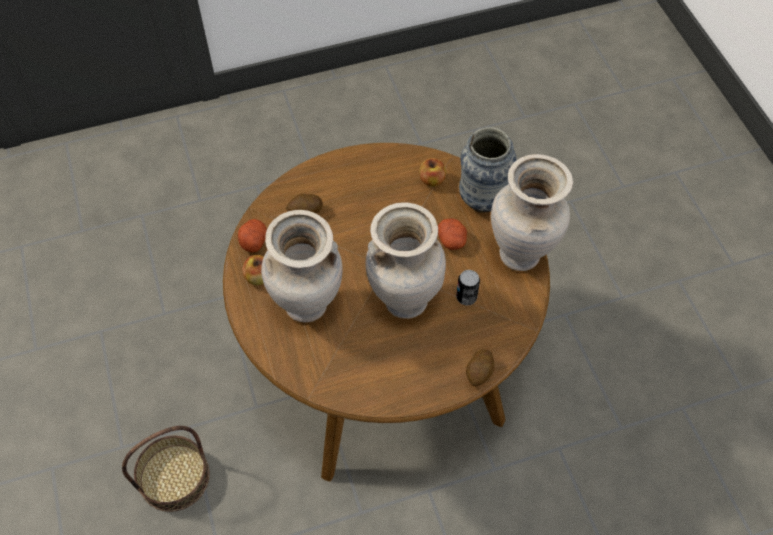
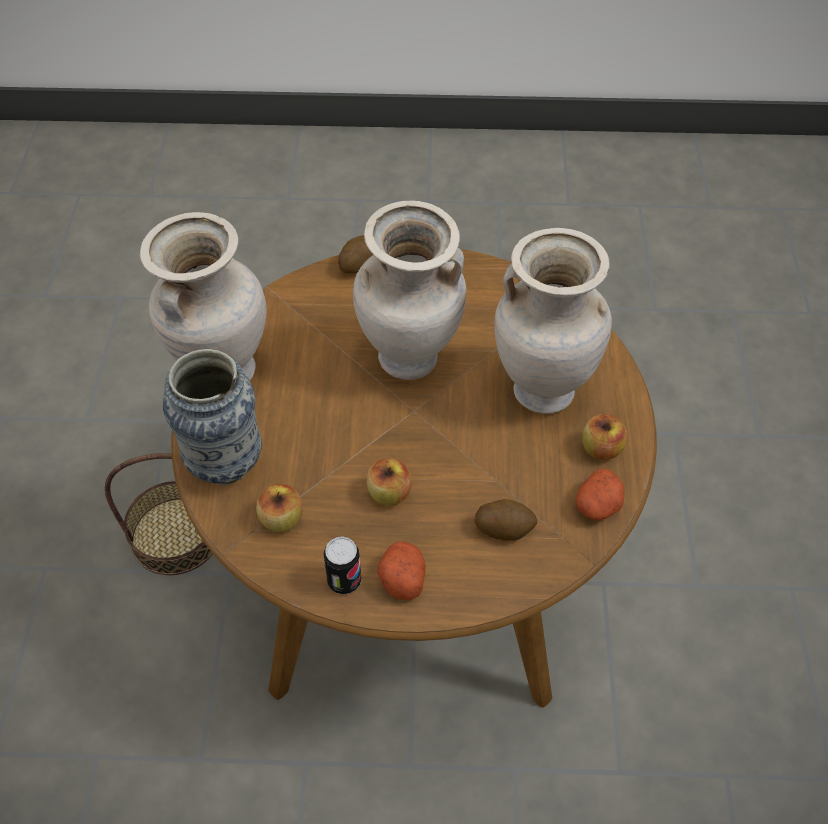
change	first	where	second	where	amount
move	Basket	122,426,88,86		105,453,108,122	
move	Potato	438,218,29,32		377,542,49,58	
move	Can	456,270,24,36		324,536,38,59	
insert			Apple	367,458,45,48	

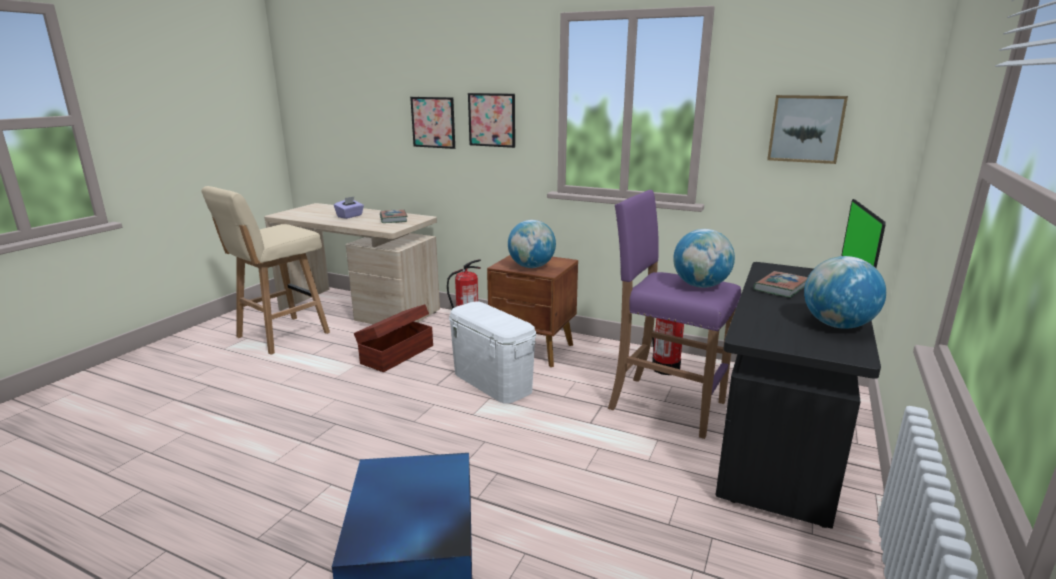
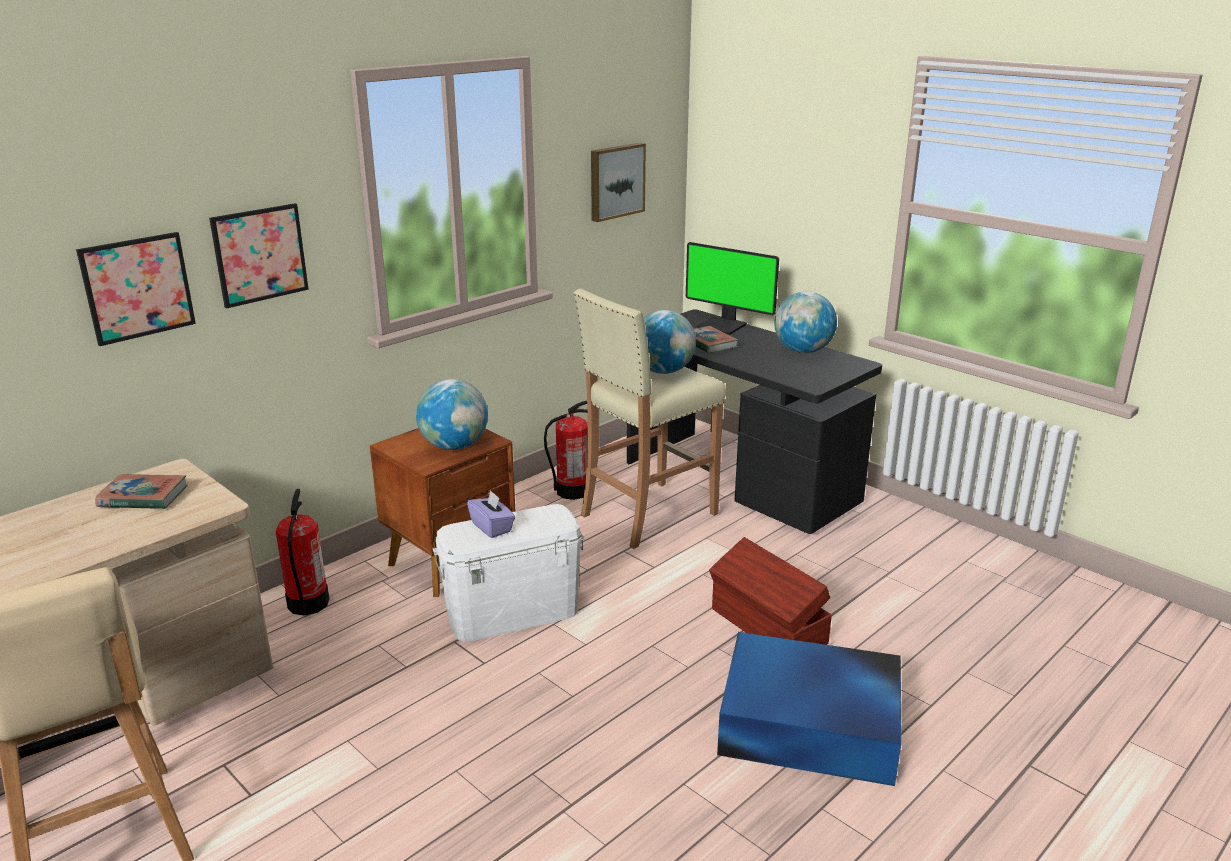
change	first	where	second	where	amount
move	PurpleTissueBox	334,196,30,23		467,490,48,48	
move	BrownStorageBox	354,304,79,68		709,537,123,108	
recolor	PurpleStool	608,190,133,249	BeigeStool	574,289,152,260	

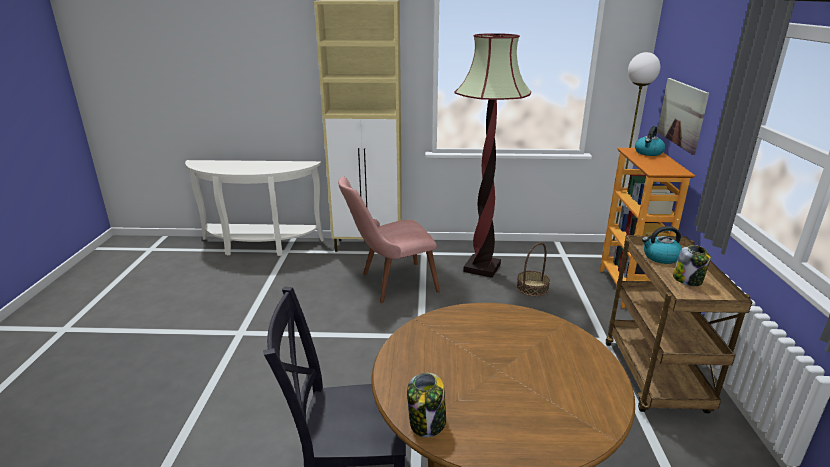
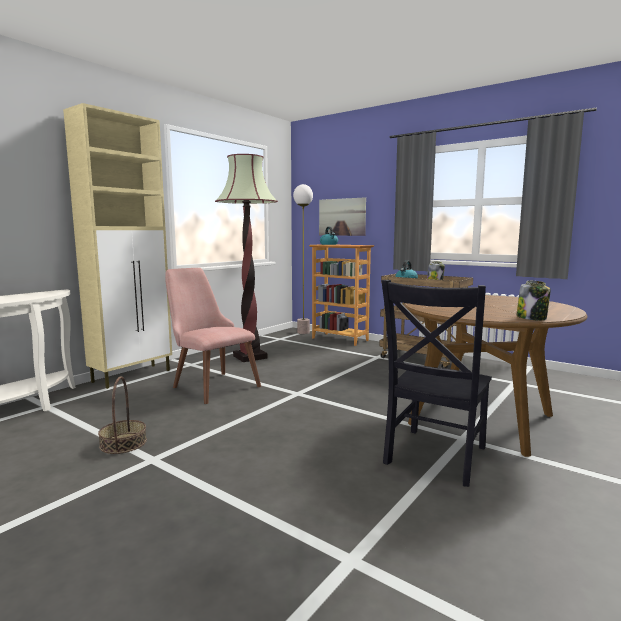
change	first	where	second	where	amount
rotate	PinkChair	338,177,102,126		165,268,96,136	120 degrees clockwise
move	Basket	517,243,33,53		98,376,49,78	

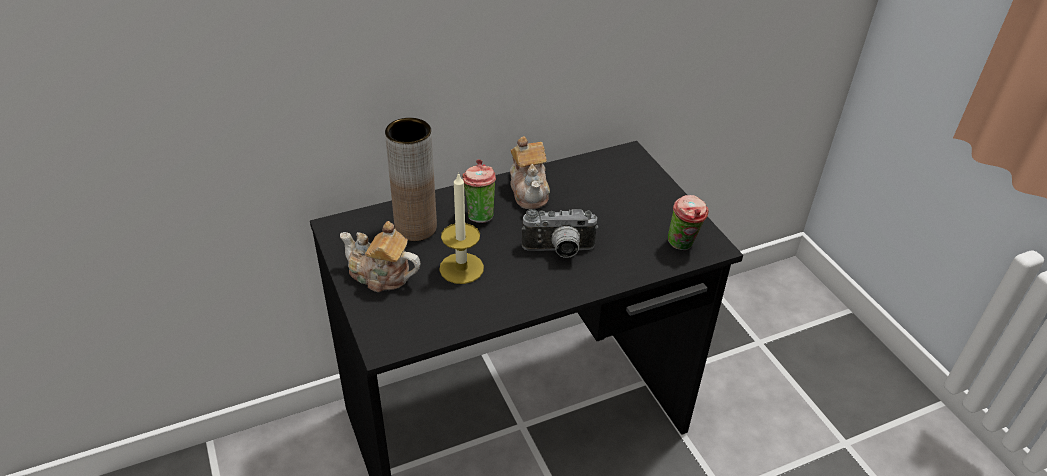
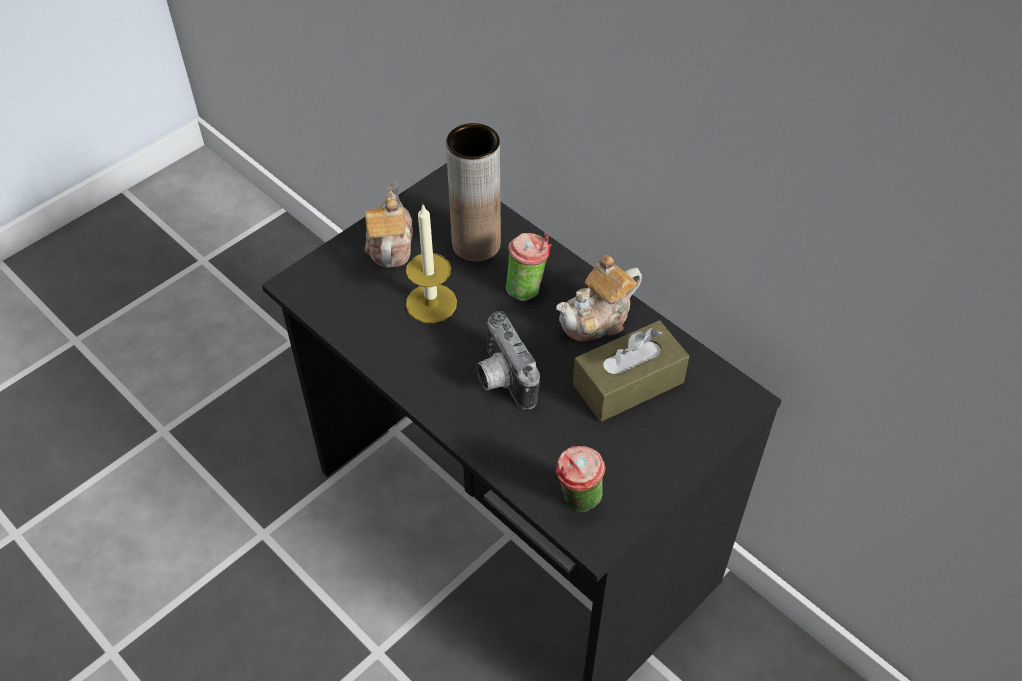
change	first	where	second	where	amount
insert			BrownTissueBox	573,320,116,102	

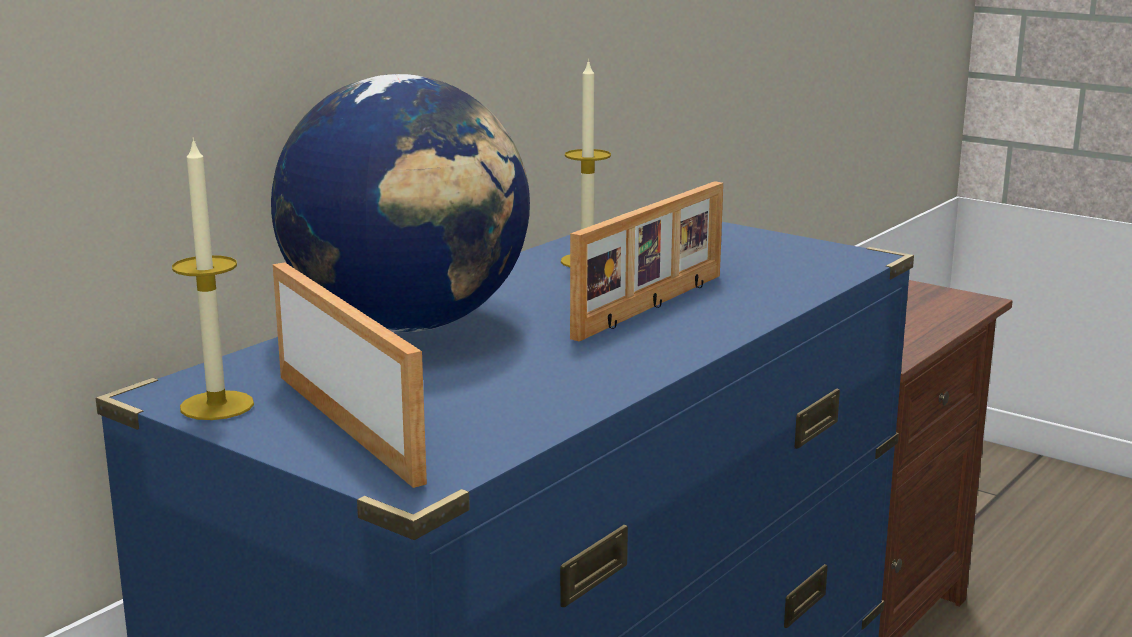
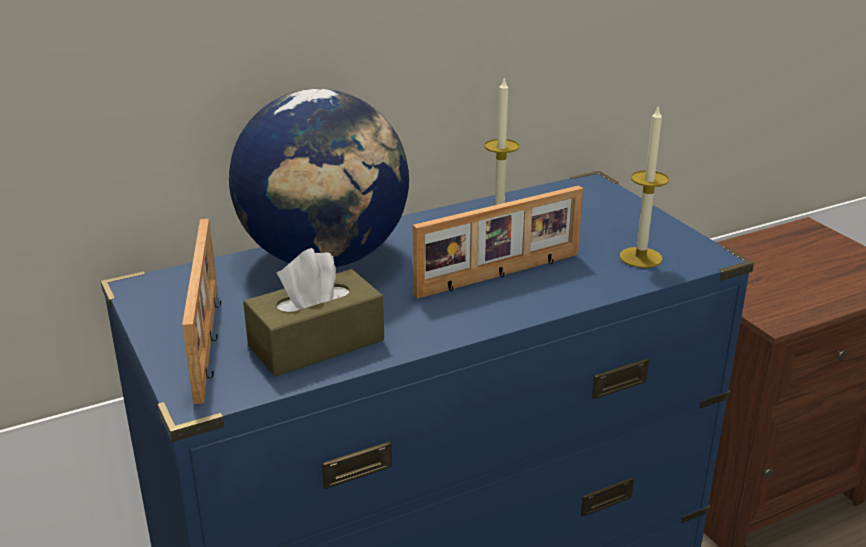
change	first	where	second	where	amount
move	Candle	172,137,82,283		620,105,49,163	
insert			BrownTissueBox	243,248,141,129	

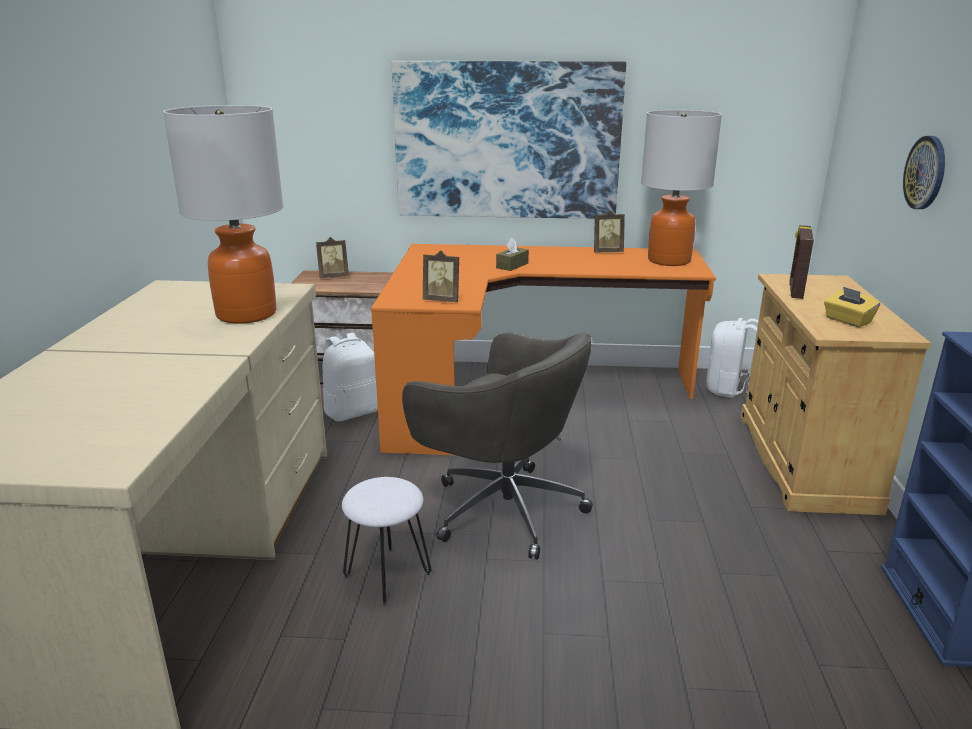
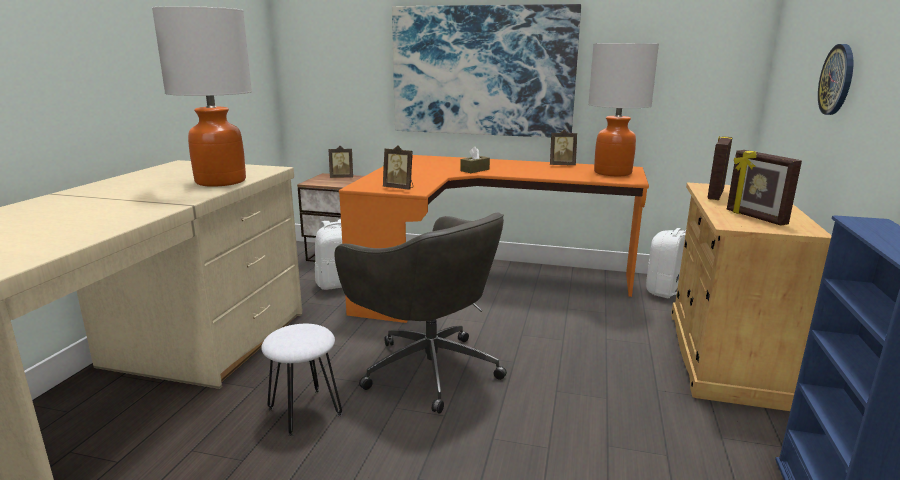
change	first	where	second	where	amount
replace	YellowTissueBox	824,286,56,41	PictureFrame	727,150,75,76	

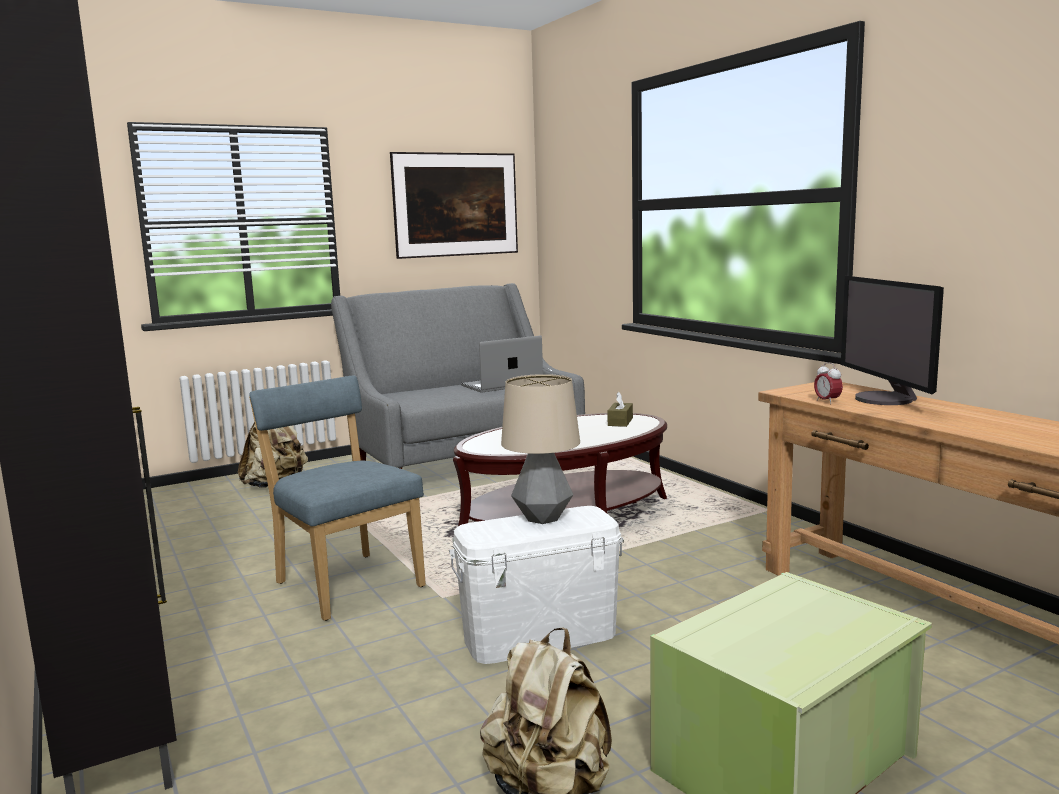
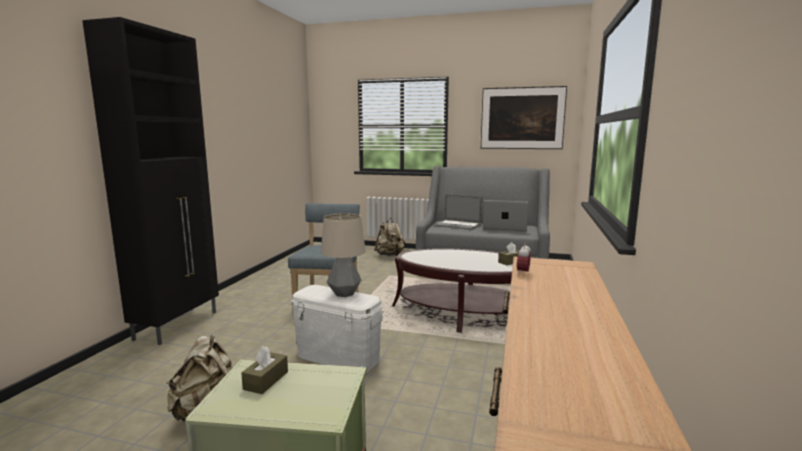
change	first	where	second	where	amount
delete	Monitor	841,276,103,129			
insert			BrownTissueBox	241,346,47,48	
insert			Laptop	434,194,49,36	

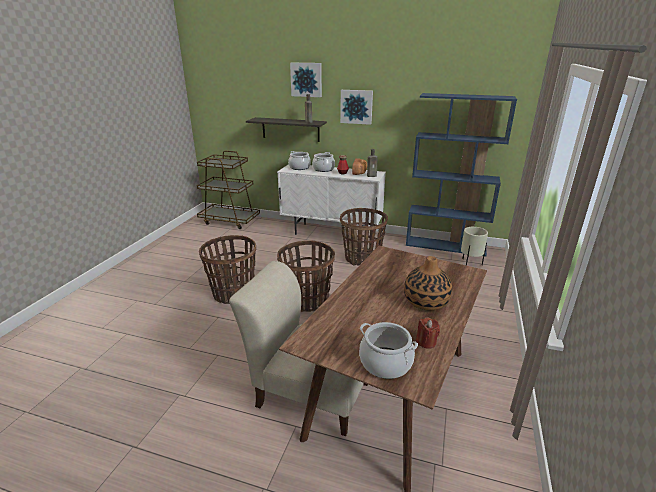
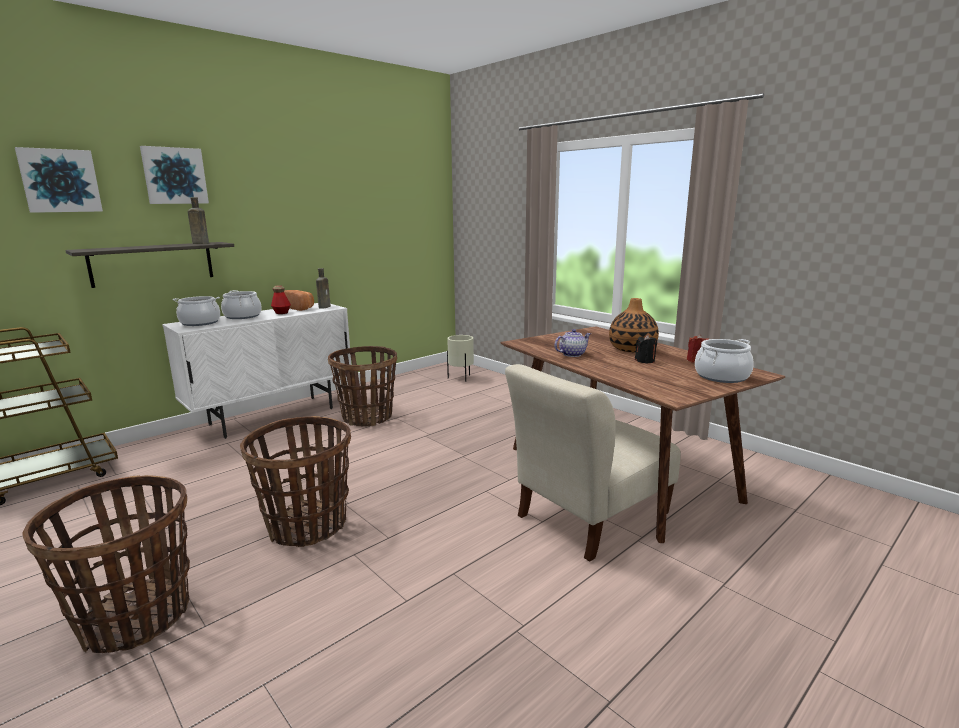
change	first	where	second	where	amount
move	Basket	277,240,58,72		22,475,168,178	
move	Picture	340,90,33,35		15,147,88,66	
delete	BlueBookcase	406,93,111,163			
insert			Teapot	554,329,37,28	
insert			BlackCandle	635,334,22,30	

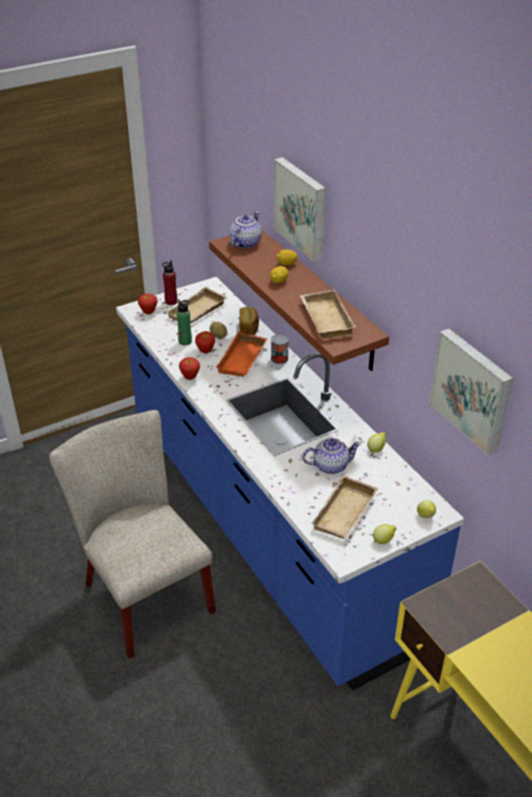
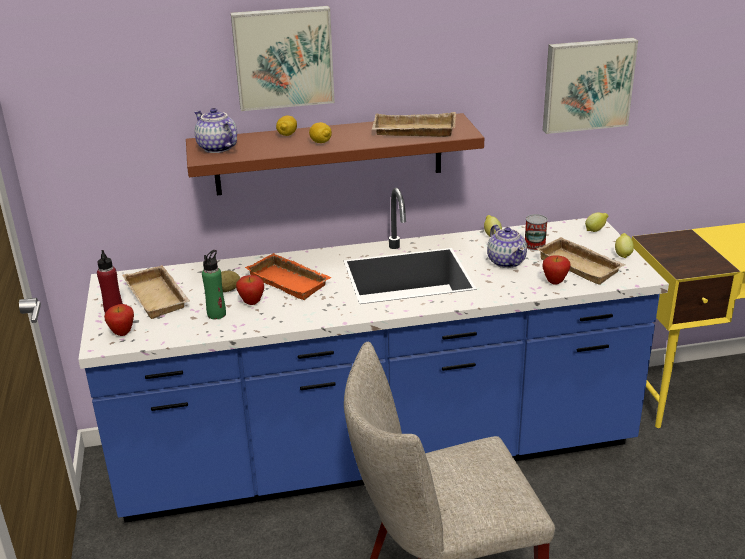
change	first	where	second	where	amount
move	Apple	179,357,21,23		542,255,29,30	
delete	Bread	240,307,19,28			
move	Can	271,334,18,30		525,214,23,37	
rotate	Teapot	302,438,59,36		487,225,40,43	150 degrees clockwise

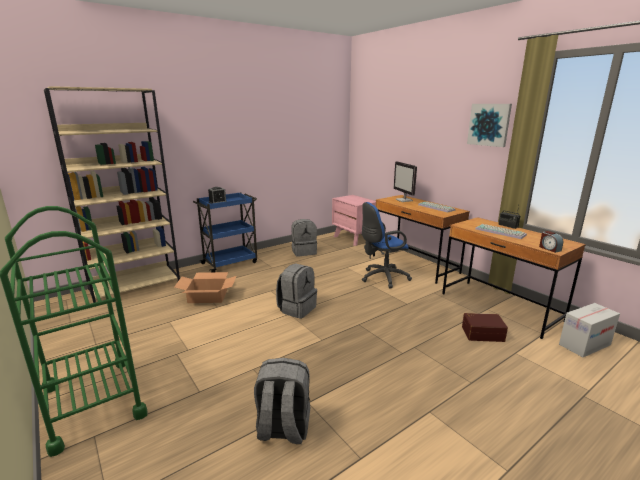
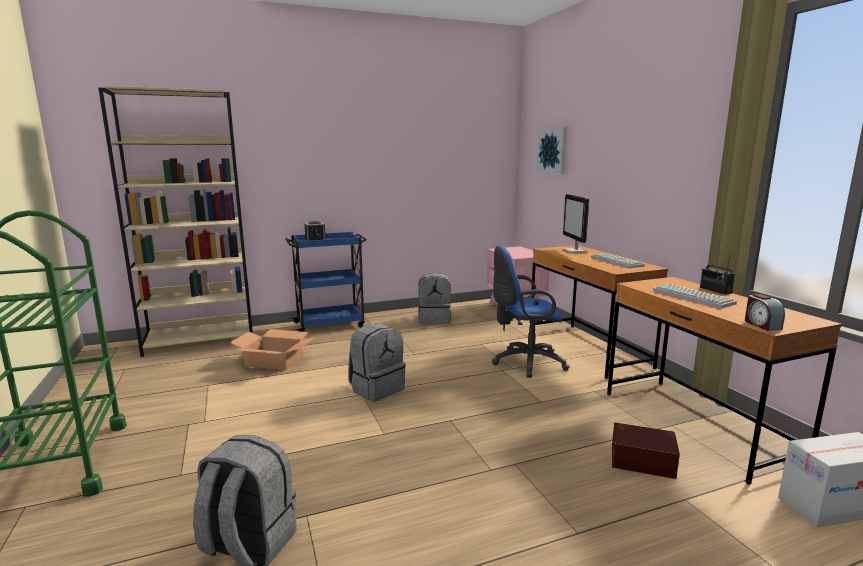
change	first	where	second	where	amount
move	Picture	467,104,45,43		536,127,31,47	

